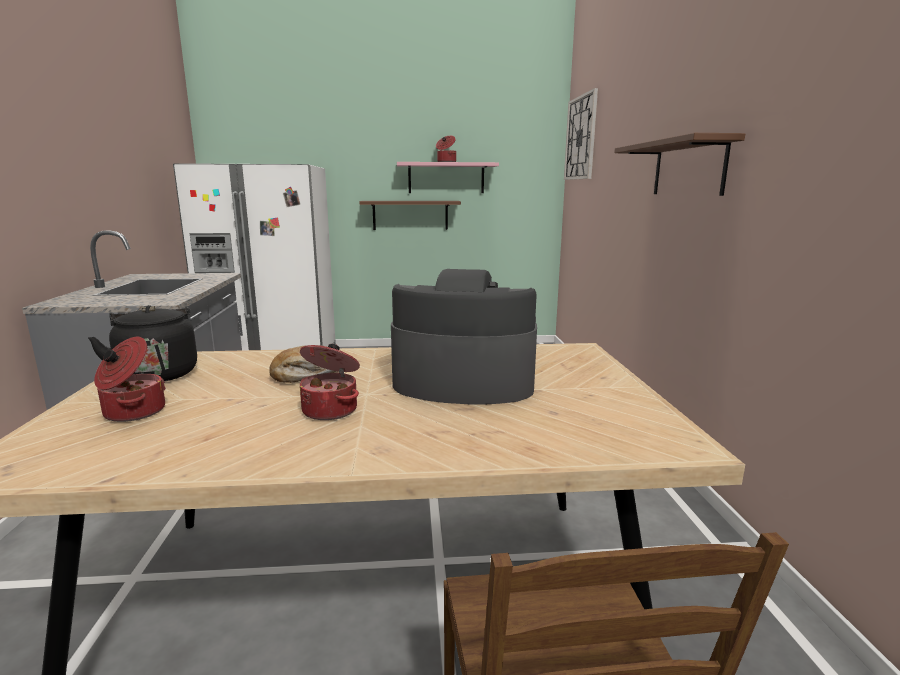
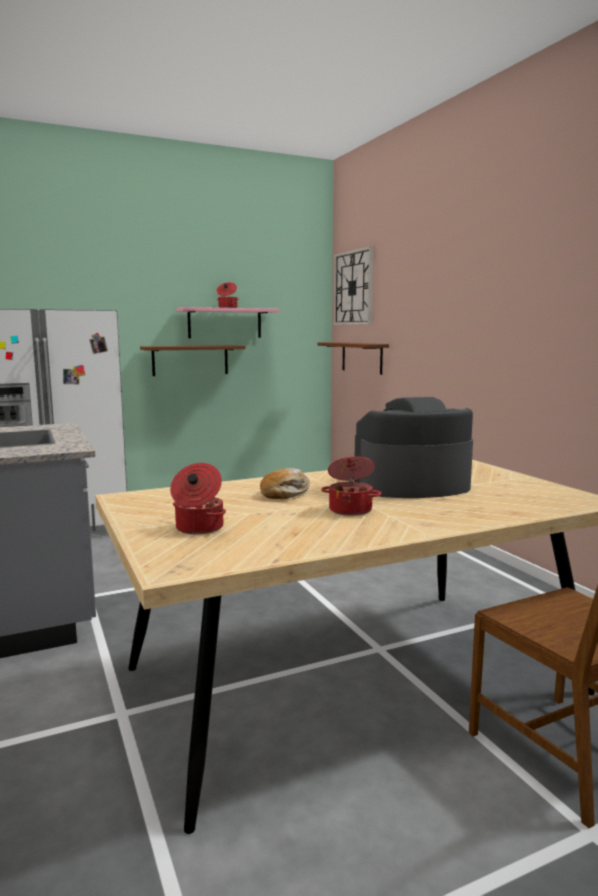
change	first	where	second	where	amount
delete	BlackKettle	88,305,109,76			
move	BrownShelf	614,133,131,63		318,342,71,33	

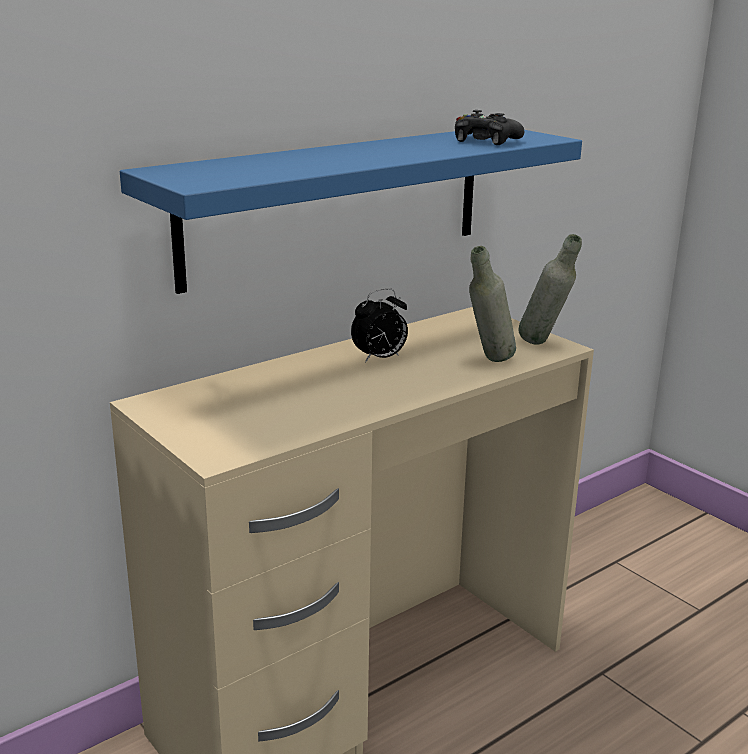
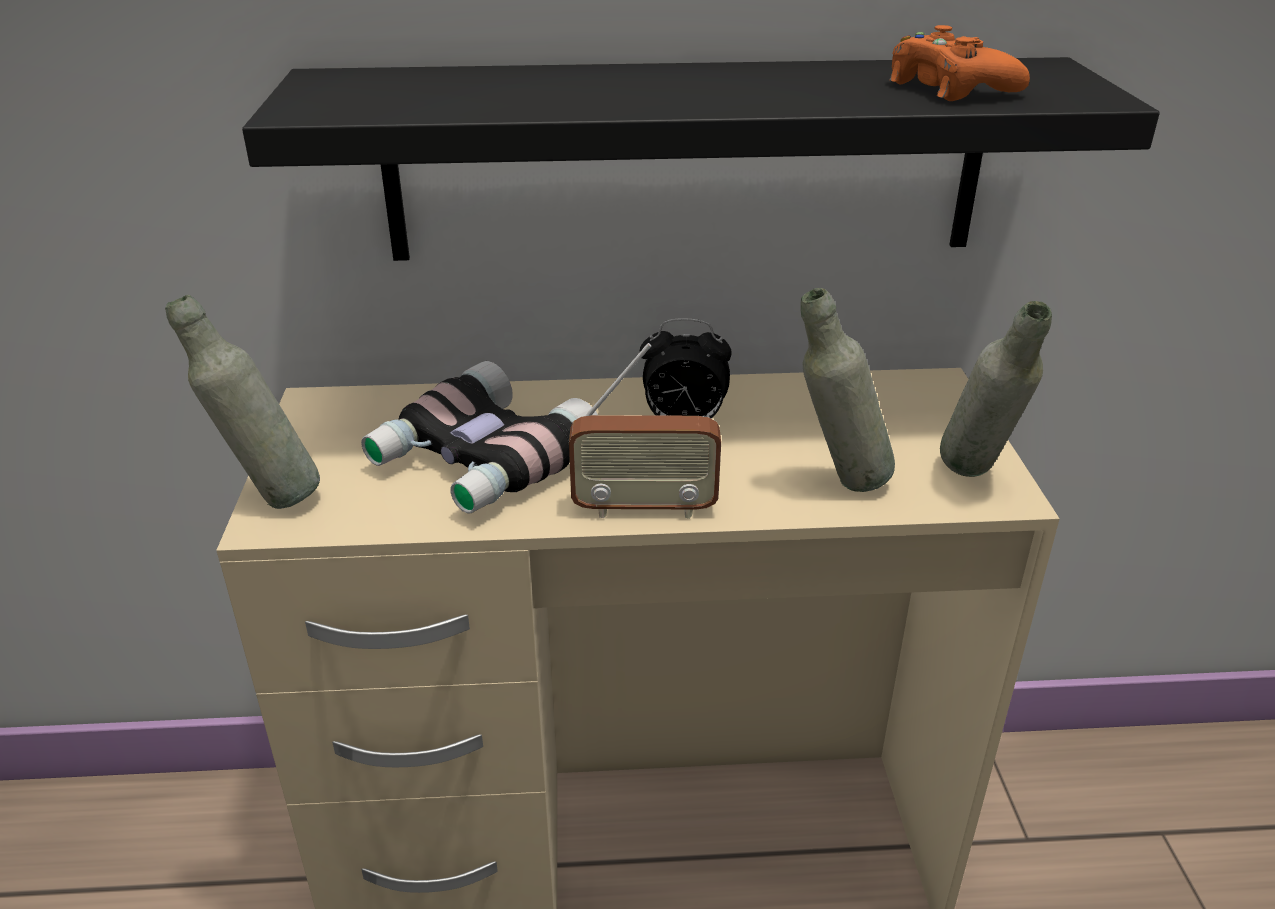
change	first	where	second	where	amount
recolor	BlueShelf	120,130,462,164	BlackShelf	242,57,918,204	
recolor	BlackGameController	455,110,69,35	OrangeGameController	889,25,141,76	
insert			GreyBottle	165,295,155,214	
insert			Binoculars	361,361,237,152	
insert			Radio	569,343,152,176	

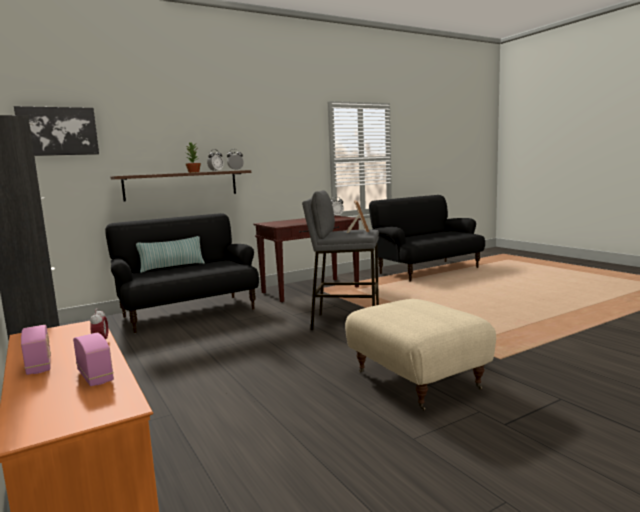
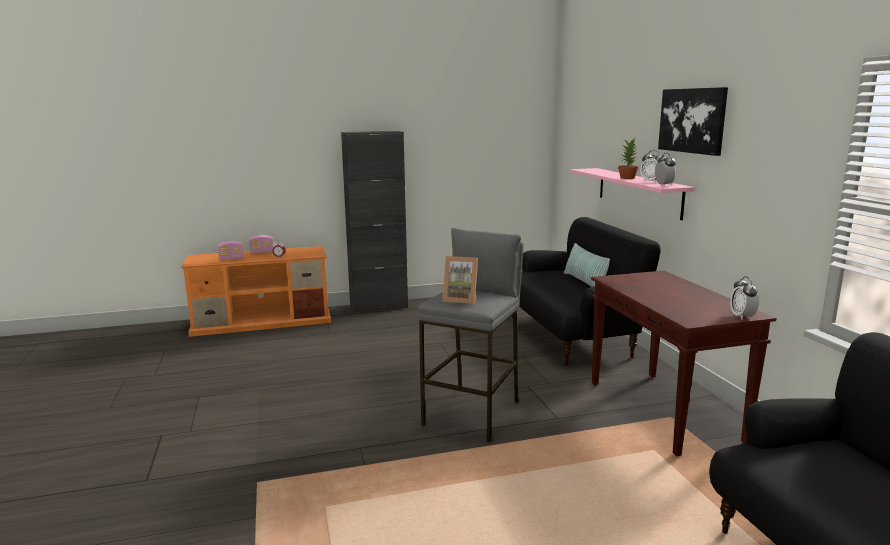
change	first	where	second	where	amount
move	Picture	14,106,85,50		658,87,70,69	
recolor	BrownShelf	111,170,140,31	PinkShelf	570,168,124,52	
delete	BeigeOttoman	345,299,151,112			

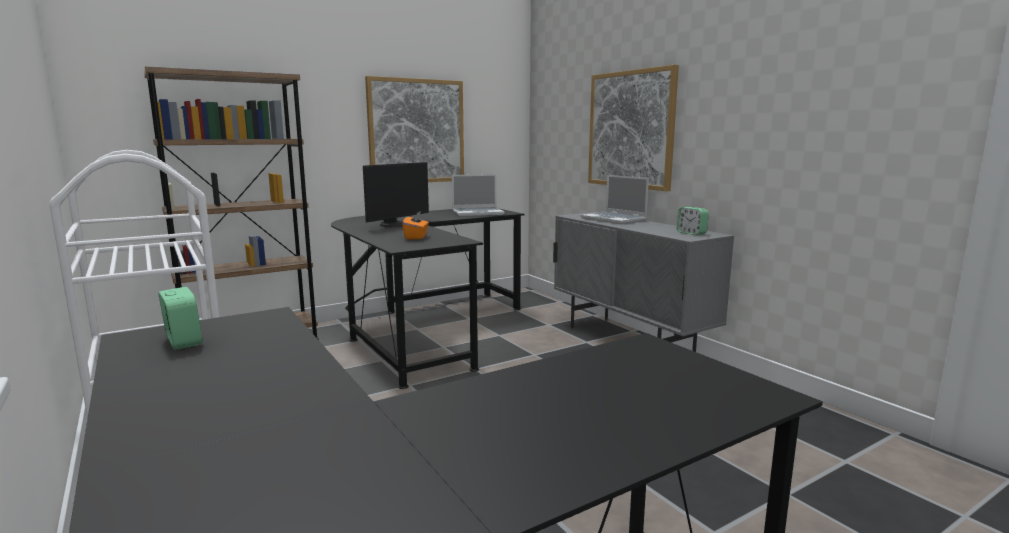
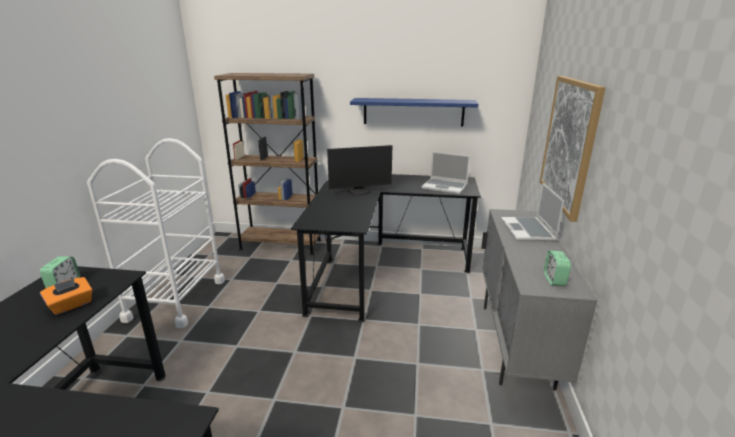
change	first	where	second	where	amount
replace	Picture	365,76,99,106	BlueShelf	350,98,129,29	
move	OrangeTissueBox	402,211,27,28		40,277,52,38	

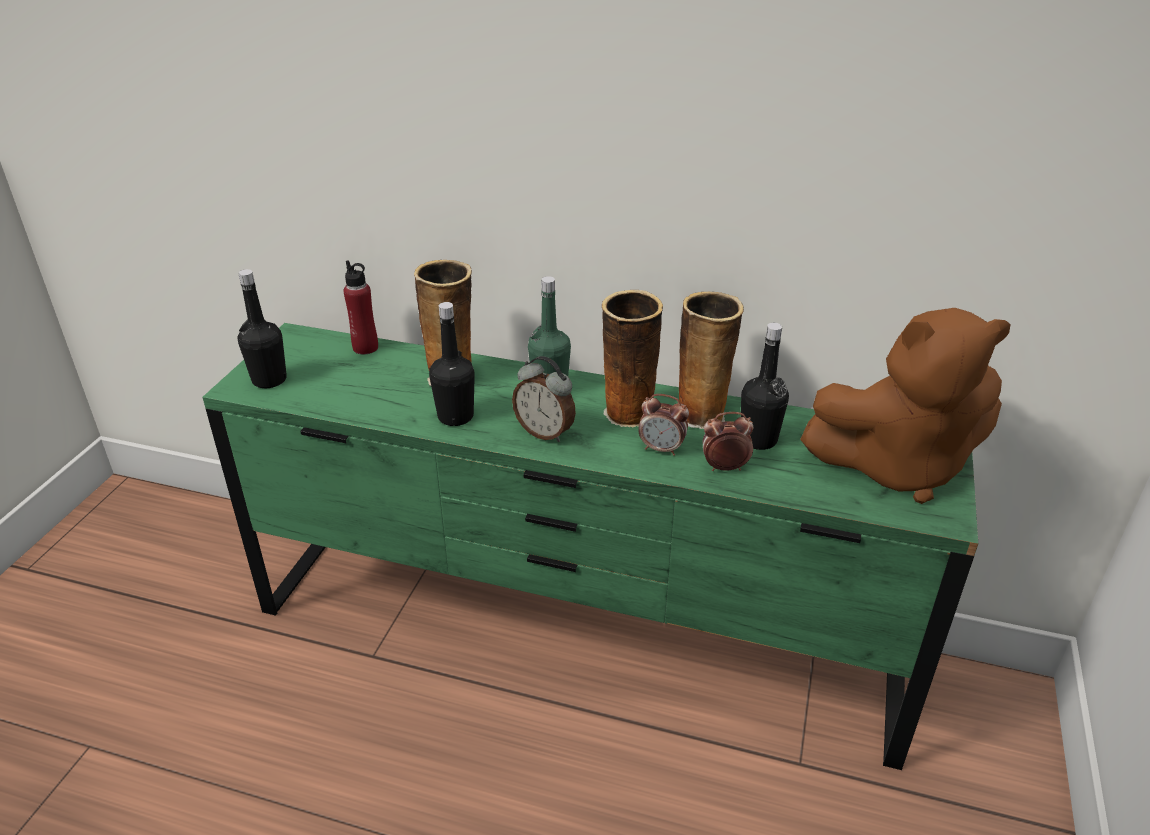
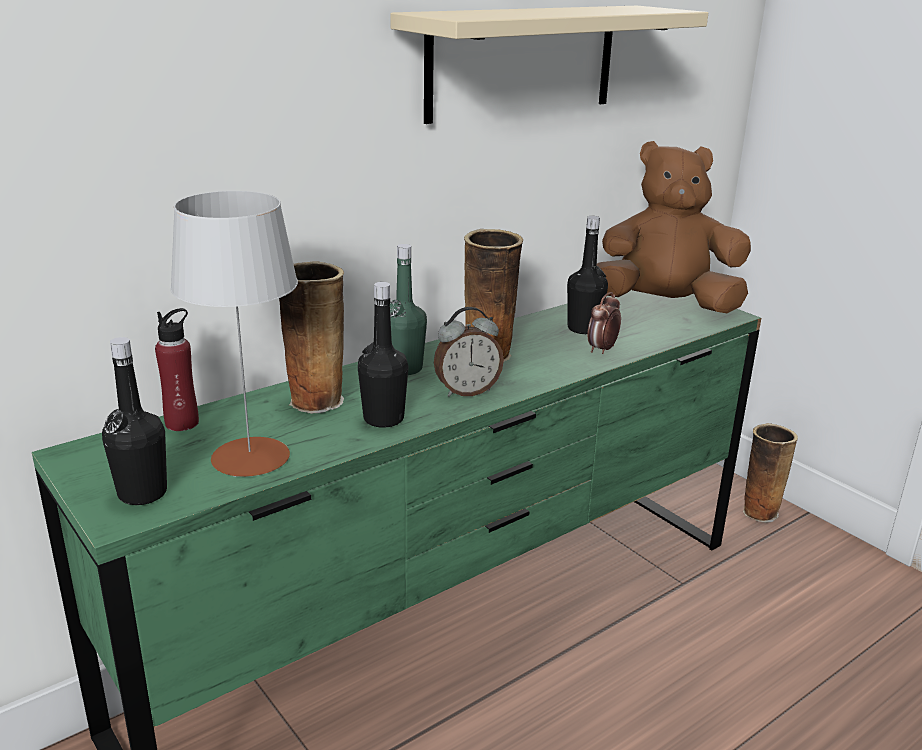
change	first	where	second	where	amount
delete	AlarmClock	638,394,51,62			
move	Vase	679,292,65,137		743,423,55,100	
rotate	BrownPlushToy	800,308,211,196		597,141,154,172	120 degrees counterclockwise
insert			GreyTableLamp	170,191,128,286	
insert			BeigeShelf	390,6,318,118	

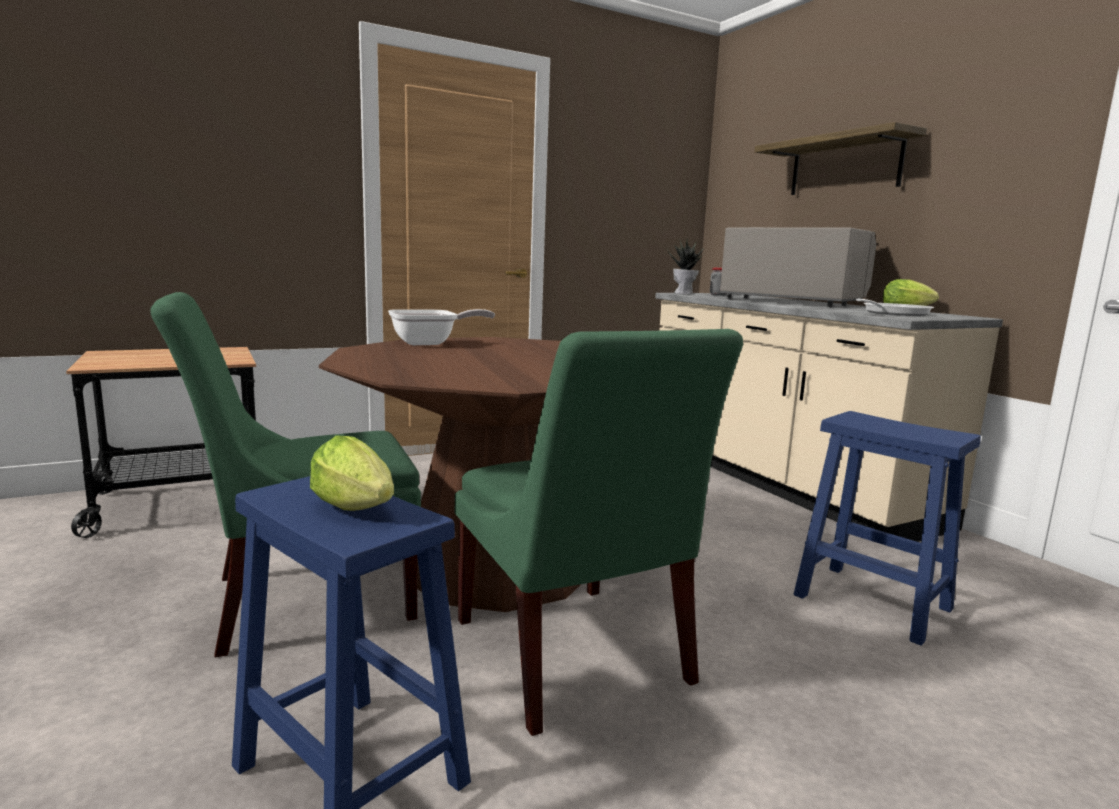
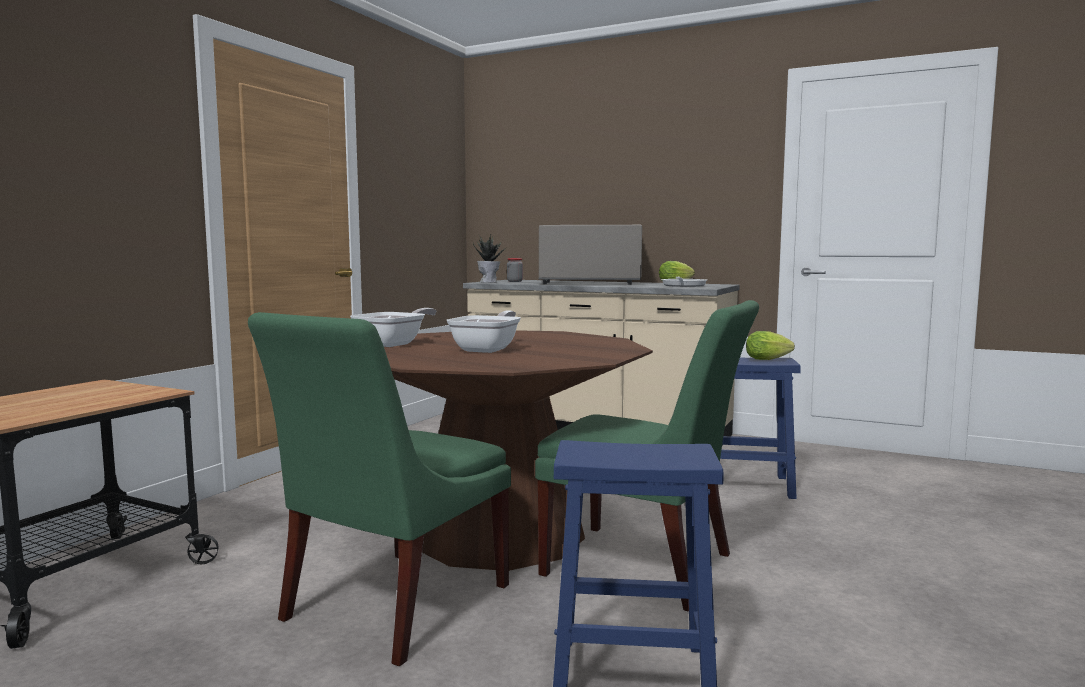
change	first	where	second	where	amount
move	Lettuce	310,435,84,76		746,331,49,29	
delete	Shelf	755,122,172,73			
insert			FryingPan	447,311,74,42	

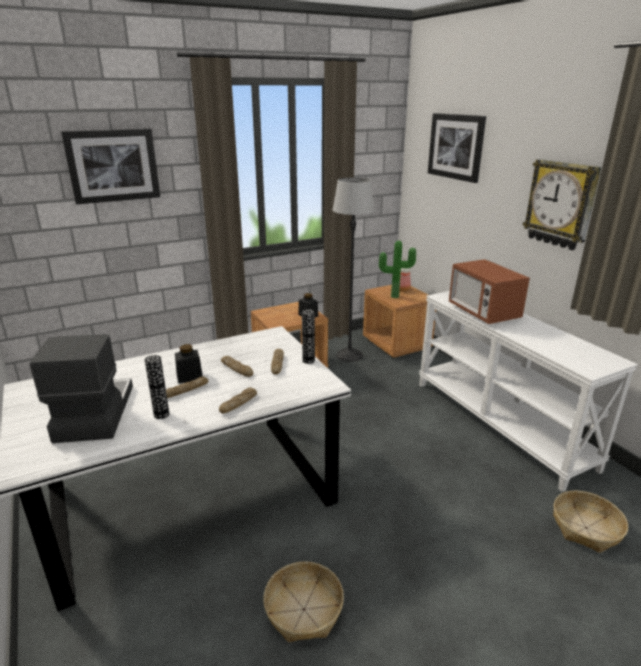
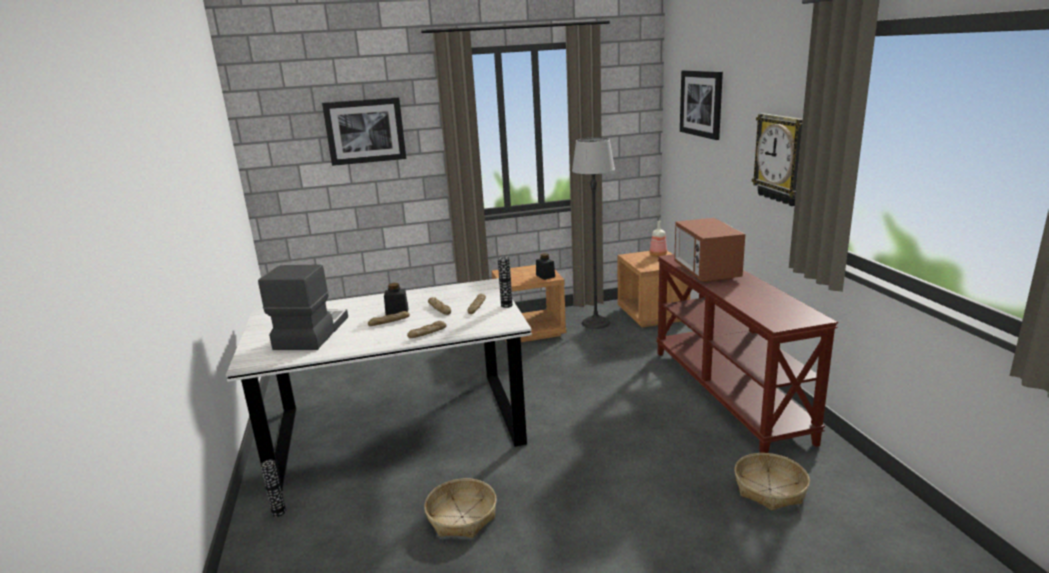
change	first	where	second	where	amount
move	Vase	145,355,24,64		260,459,26,58	
delete	PottedPlant	379,241,37,57			
recolor	WhiteConsoleTable	419,291,219,201	BrownConsoleTable	656,254,182,199	

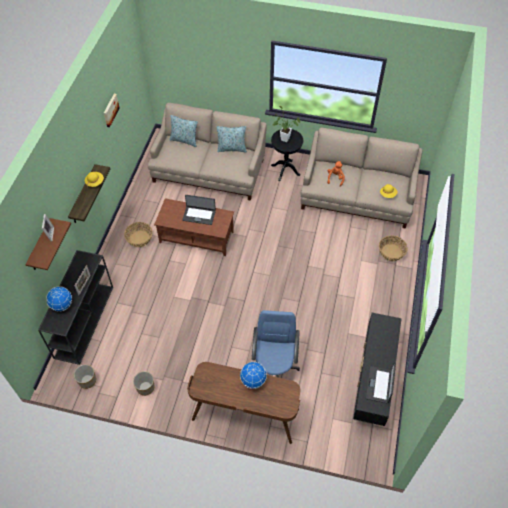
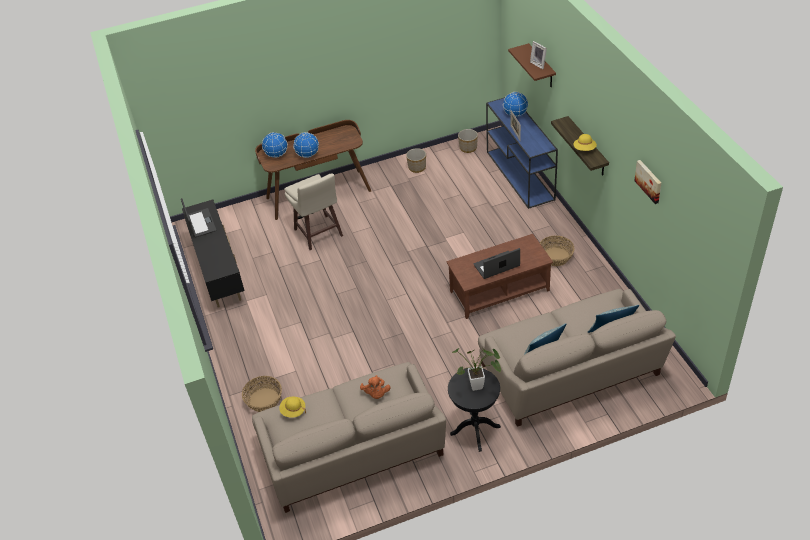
change	first	where	second	where	amount
recolor	BlackConsoleTable	38,250,75,115	BlueConsoleTable	486,97,72,112	
replace	BlueOfficeChair	252,310,48,68	BeigeStool	284,173,59,77	
insert			Globe	262,132,26,26	

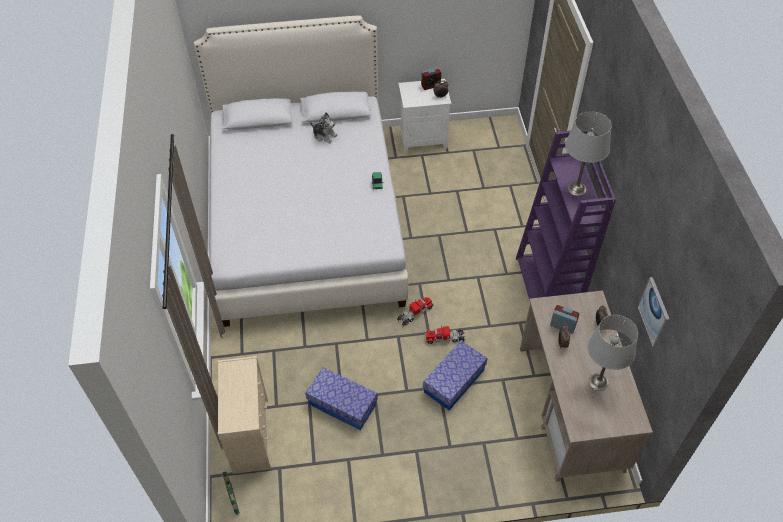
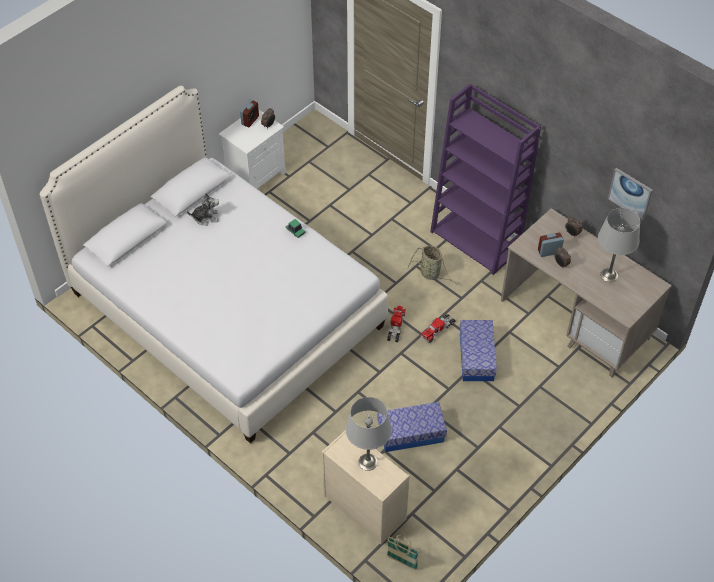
change	first	where	second	where	amount
move	GreyTableLamp	565,111,47,85		346,397,46,74	
insert			Basket	407,245,51,40	

